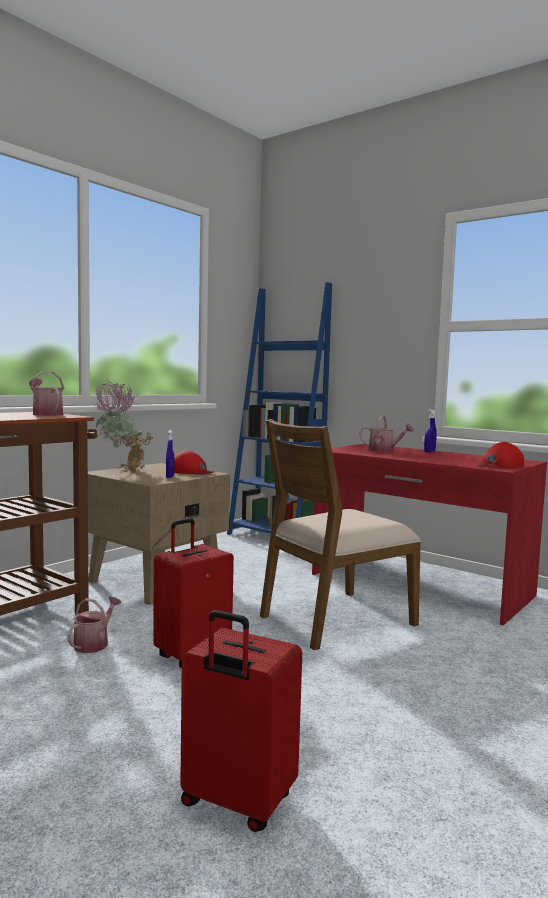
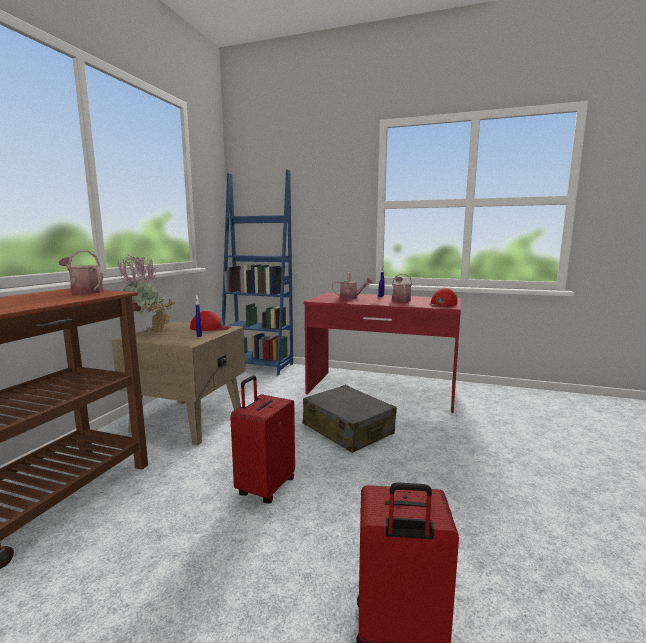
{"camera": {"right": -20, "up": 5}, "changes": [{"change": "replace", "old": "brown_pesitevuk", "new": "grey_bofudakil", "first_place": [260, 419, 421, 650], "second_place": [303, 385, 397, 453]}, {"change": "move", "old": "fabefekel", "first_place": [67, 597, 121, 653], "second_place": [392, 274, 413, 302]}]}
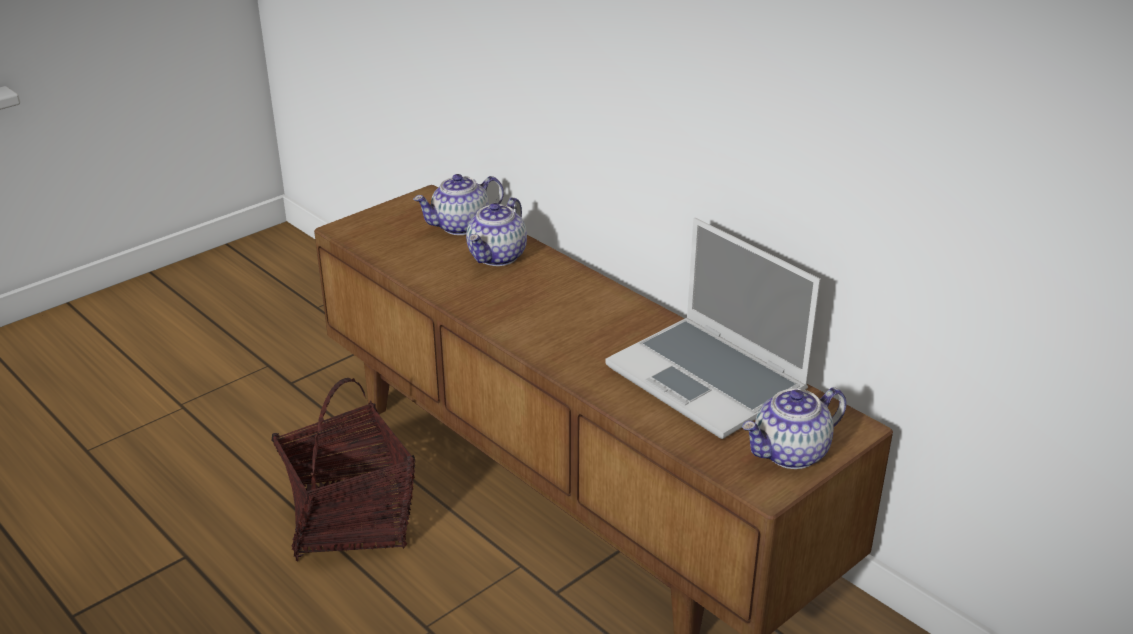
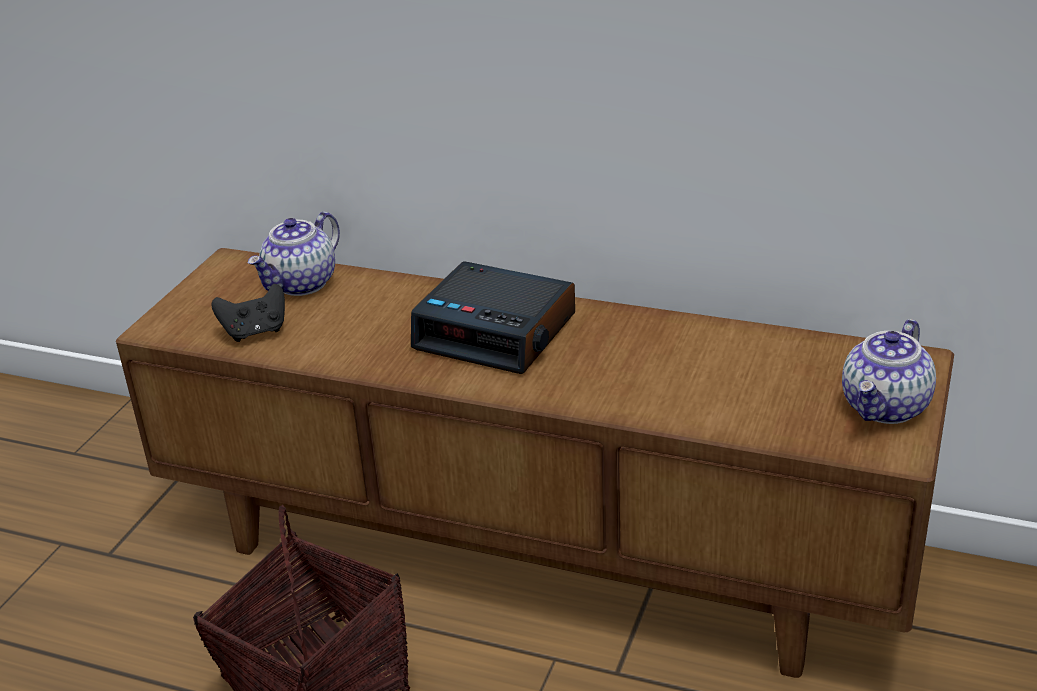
{"camera": {"right": -25, "up": 0}, "changes": [{"change": "delete", "old": "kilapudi", "first_place": [466, 197, 527, 266]}, {"change": "delete", "old": "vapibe", "first_place": [606, 218, 821, 439]}, {"change": "insert", "new": "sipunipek", "second_place": [411, 261, 575, 374]}, {"change": "insert", "new": "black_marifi", "second_place": [212, 284, 285, 342]}]}
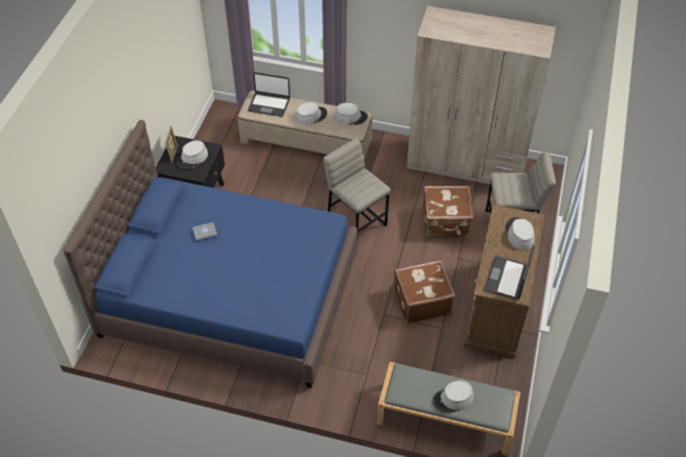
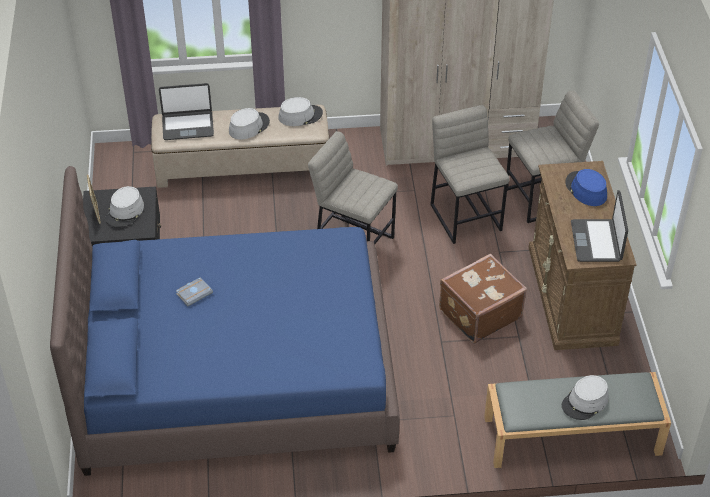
{"camera": {"right": -20, "up": -5}, "changes": [{"change": "replace", "old": "brown_bofudakil", "new": "grey_pesitevuk", "first_place": [423, 186, 473, 237], "second_place": [431, 105, 509, 244]}, {"change": "recolor", "old": "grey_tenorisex", "new": "blue_tenorisex", "first_place": [506, 217, 535, 250], "second_place": [565, 169, 607, 206]}]}
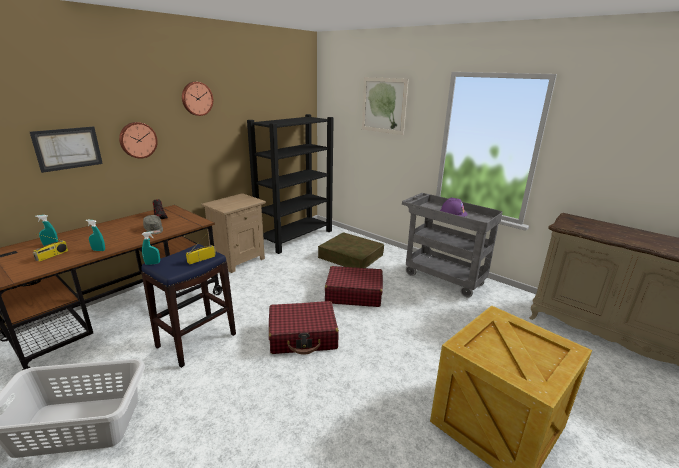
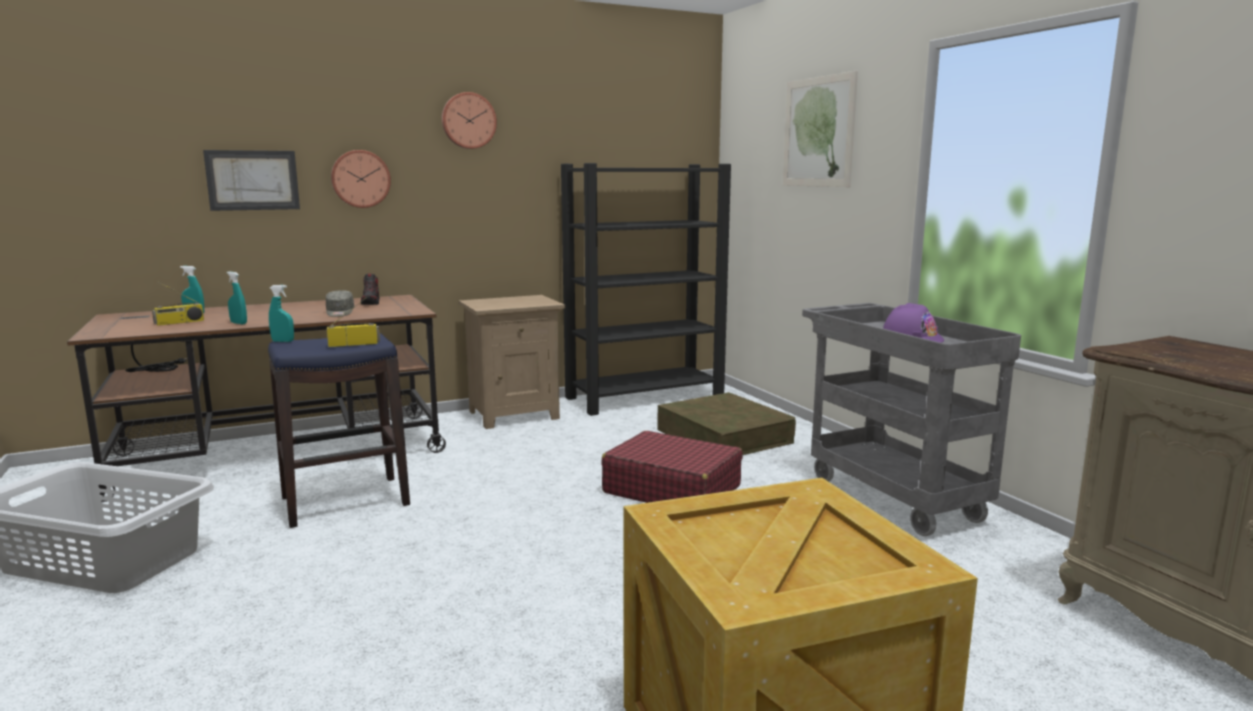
{"camera": {"right": 25, "up": -10}, "changes": [{"change": "delete", "old": "red_bofudakil", "first_place": [269, 301, 339, 355]}]}
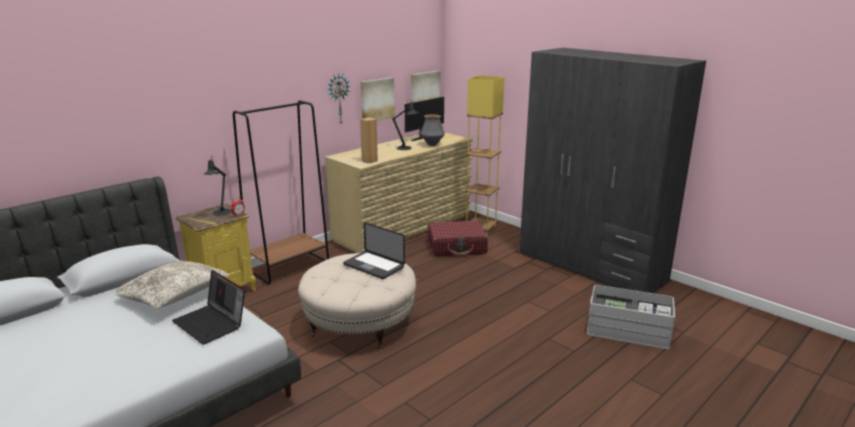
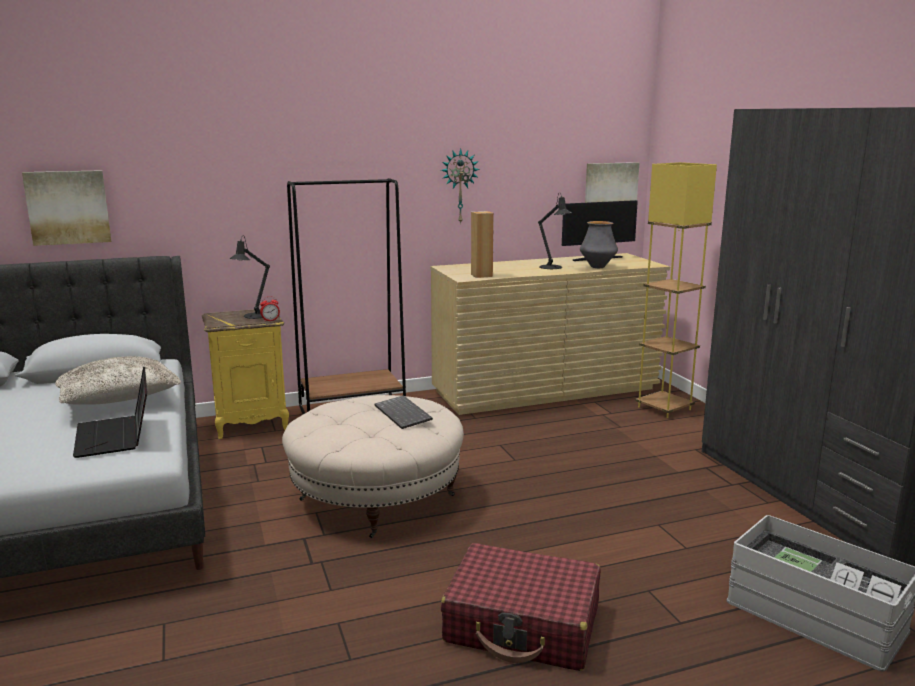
{"camera": {"right": 25, "up": -5}, "changes": [{"change": "move", "old": "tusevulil", "first_place": [361, 77, 395, 121], "second_place": [22, 170, 111, 246]}, {"change": "move", "old": "red_bofudakil", "first_place": [428, 220, 488, 256], "second_place": [440, 543, 601, 671]}, {"change": "replace", "old": "vapibe", "new": "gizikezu", "first_place": [343, 222, 405, 279], "second_place": [375, 395, 433, 429]}]}
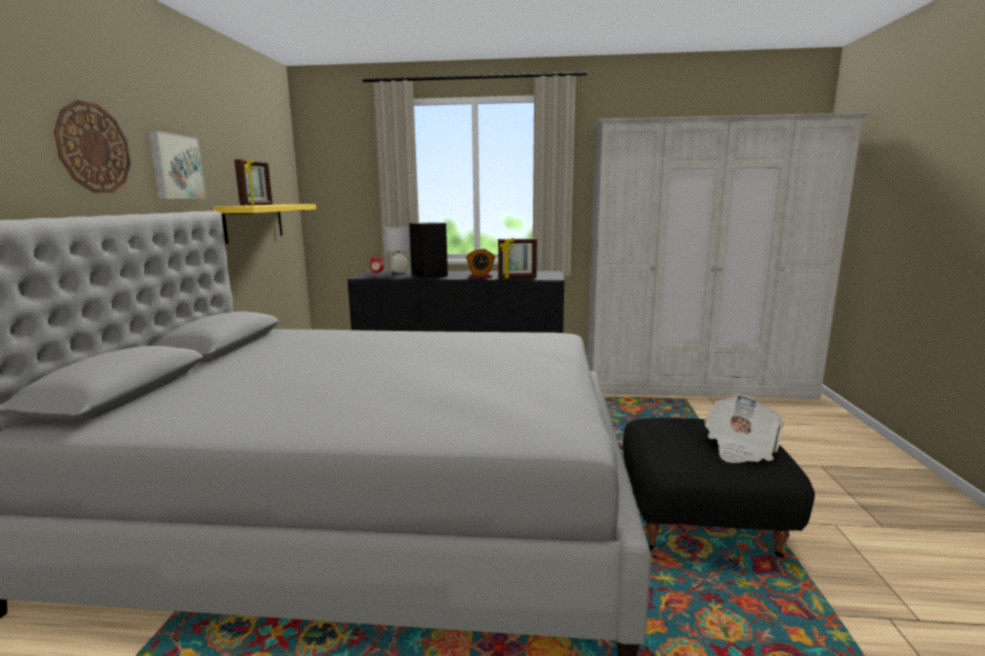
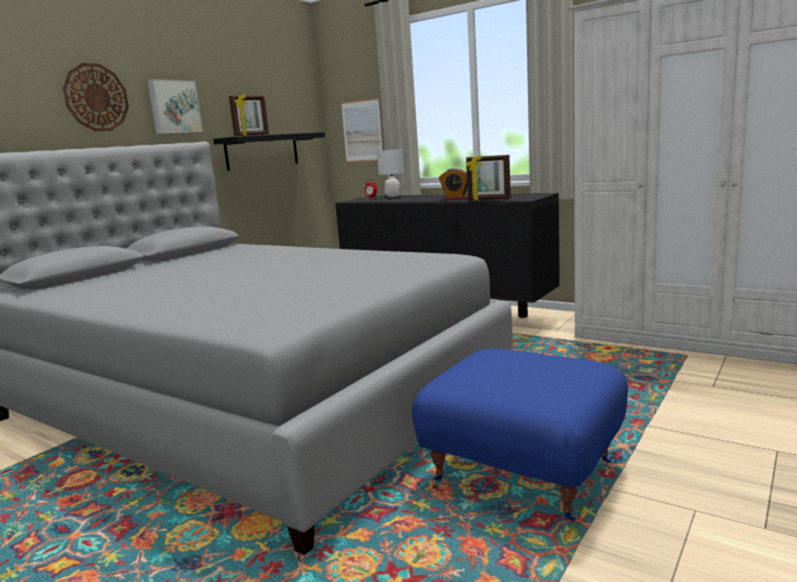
{"camera": {"right": 30, "up": 0}, "changes": [{"change": "recolor", "old": "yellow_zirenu", "new": "black_zirenu", "first_place": [213, 204, 316, 244], "second_place": [213, 132, 325, 171]}, {"change": "delete", "old": "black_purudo", "first_place": [409, 222, 448, 278]}, {"change": "delete", "old": "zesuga", "first_place": [704, 395, 784, 463]}, {"change": "recolor", "old": "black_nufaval", "new": "blue_nufaval", "first_place": [623, 418, 815, 557], "second_place": [412, 349, 628, 521]}, {"change": "insert", "new": "tusevulil", "second_place": [341, 98, 382, 162]}]}
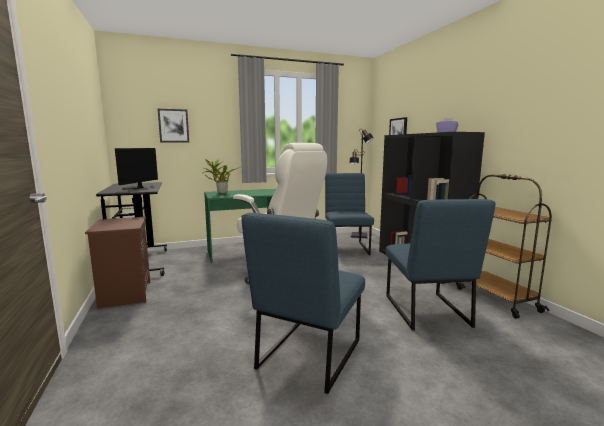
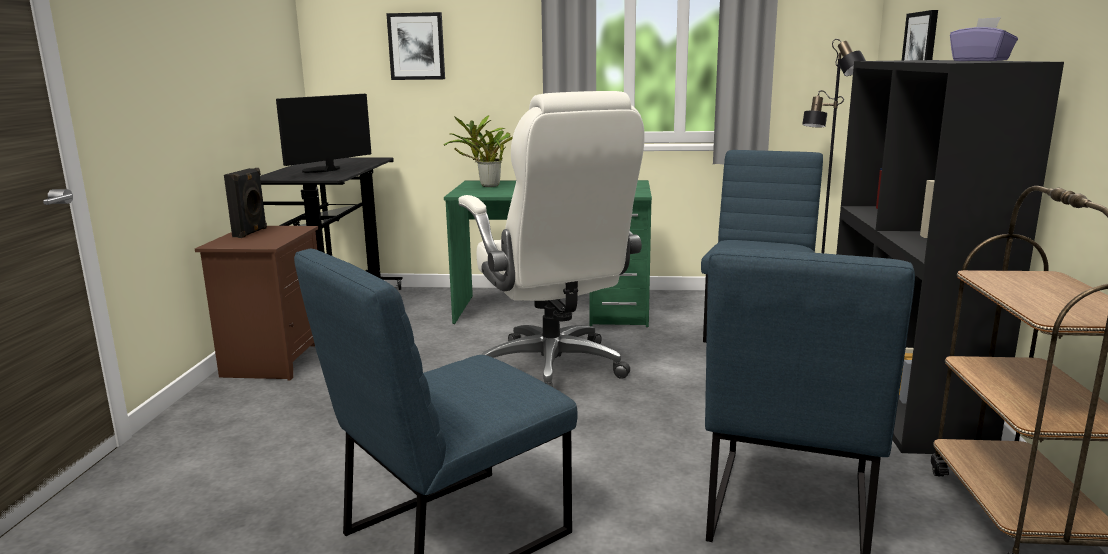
{"camera": {"right": 25, "up": 5}, "changes": [{"change": "insert", "new": "black_purudo", "second_place": [224, 168, 267, 238]}]}
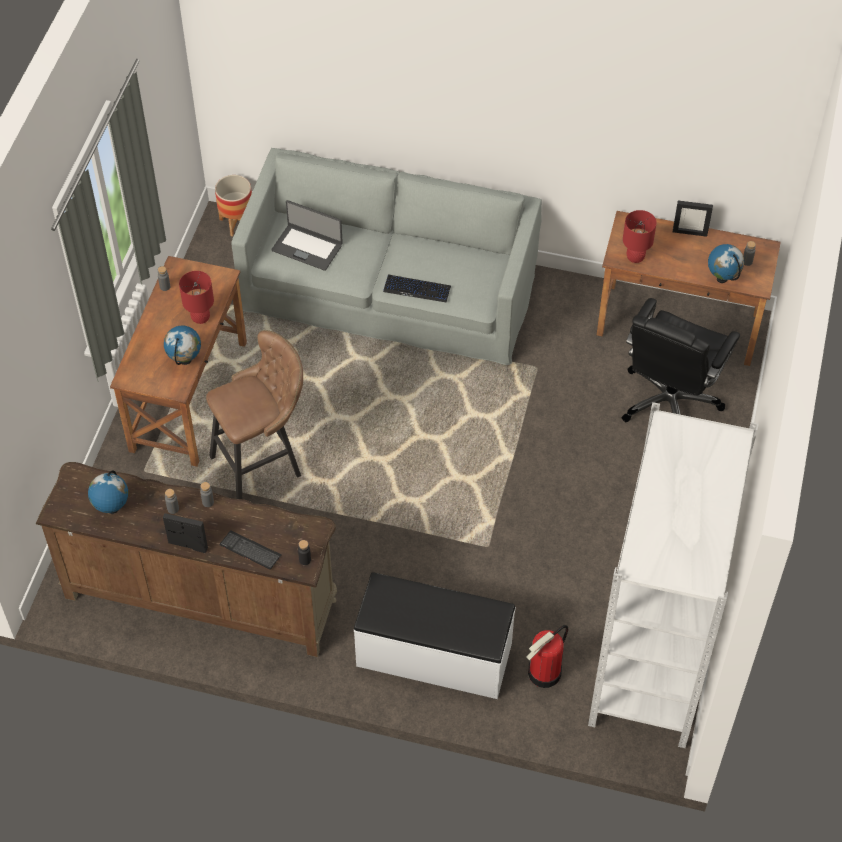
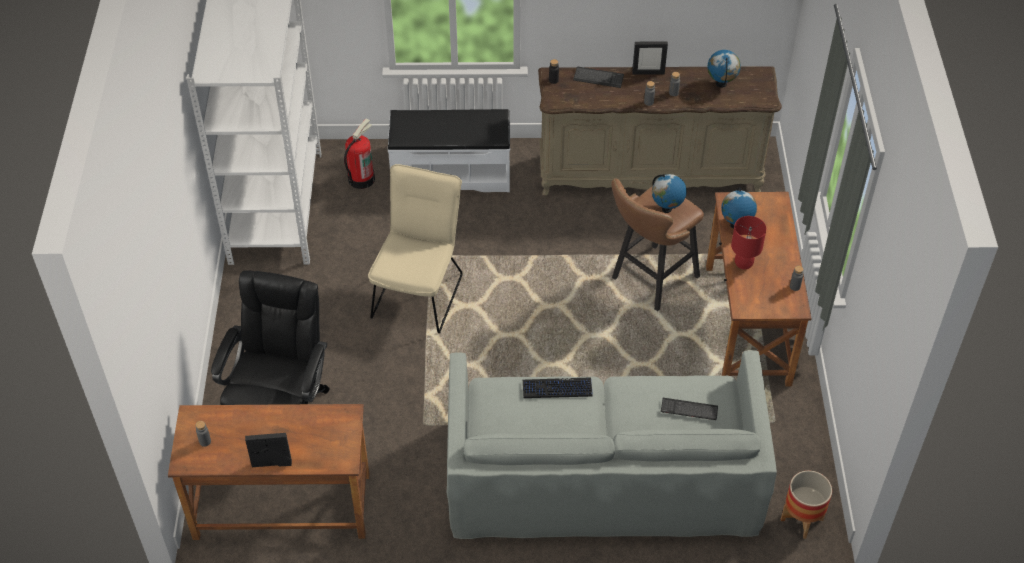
{"camera": {"right": 165, "up": -5}, "changes": [{"change": "replace", "old": "vapibe", "new": "gizikezu", "first_place": [271, 200, 343, 271], "second_place": [661, 398, 718, 420]}, {"change": "delete", "old": "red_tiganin", "first_place": [623, 210, 657, 263]}, {"change": "move", "old": "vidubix", "first_place": [708, 244, 744, 283], "second_place": [652, 174, 687, 213]}, {"change": "insert", "new": "beige_pesitevuk", "second_place": [368, 164, 462, 333]}]}
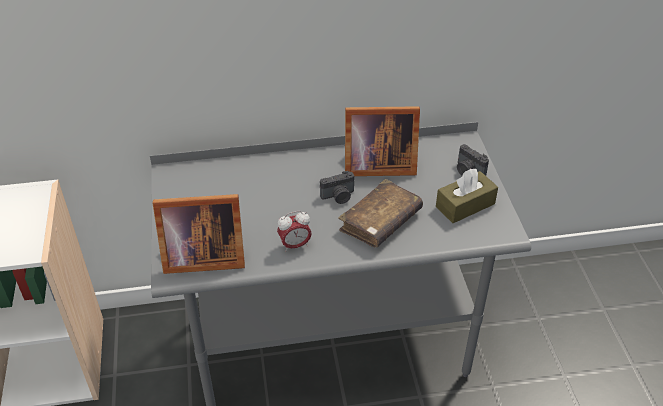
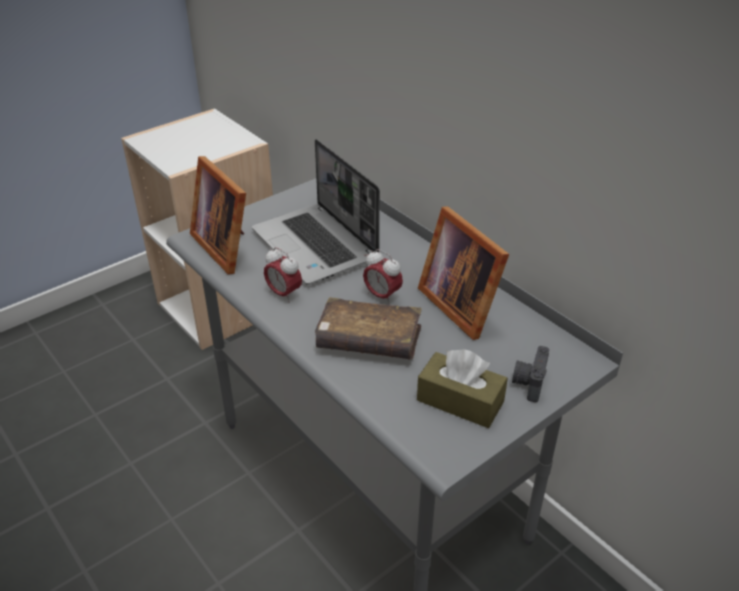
{"camera": {"right": 60, "up": -5}, "changes": [{"change": "replace", "old": "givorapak", "new": "sipunipek", "first_place": [320, 171, 354, 204], "second_place": [363, 249, 403, 305]}, {"change": "insert", "new": "vapibe", "second_place": [252, 139, 380, 285]}]}
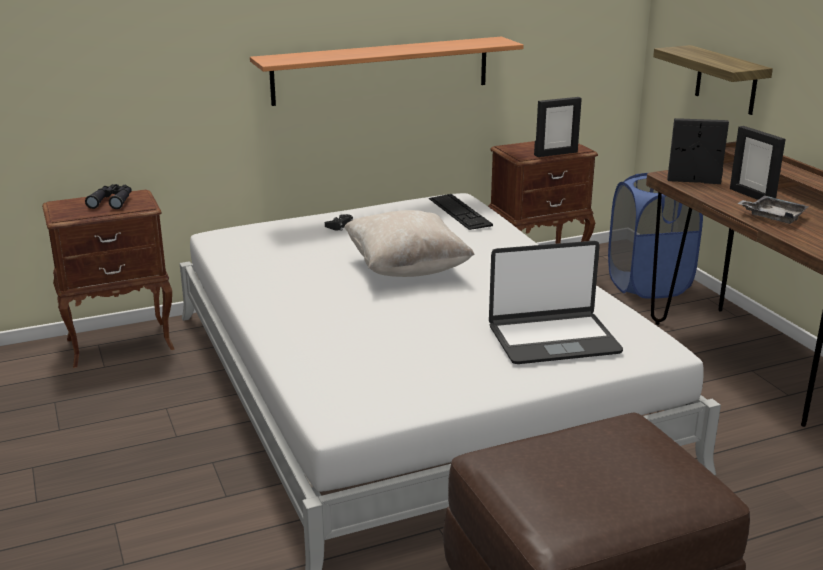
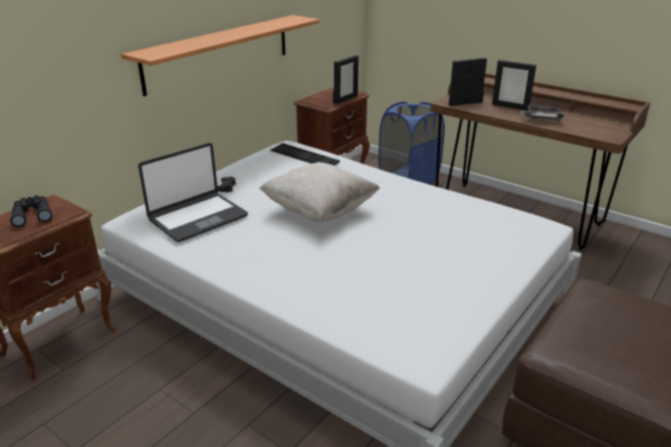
{"camera": {"right": -30, "up": 5}, "changes": [{"change": "delete", "old": "zirenu", "first_place": [653, 45, 773, 115]}, {"change": "move", "old": "vapibe", "first_place": [489, 241, 623, 364], "second_place": [138, 143, 248, 242]}]}
